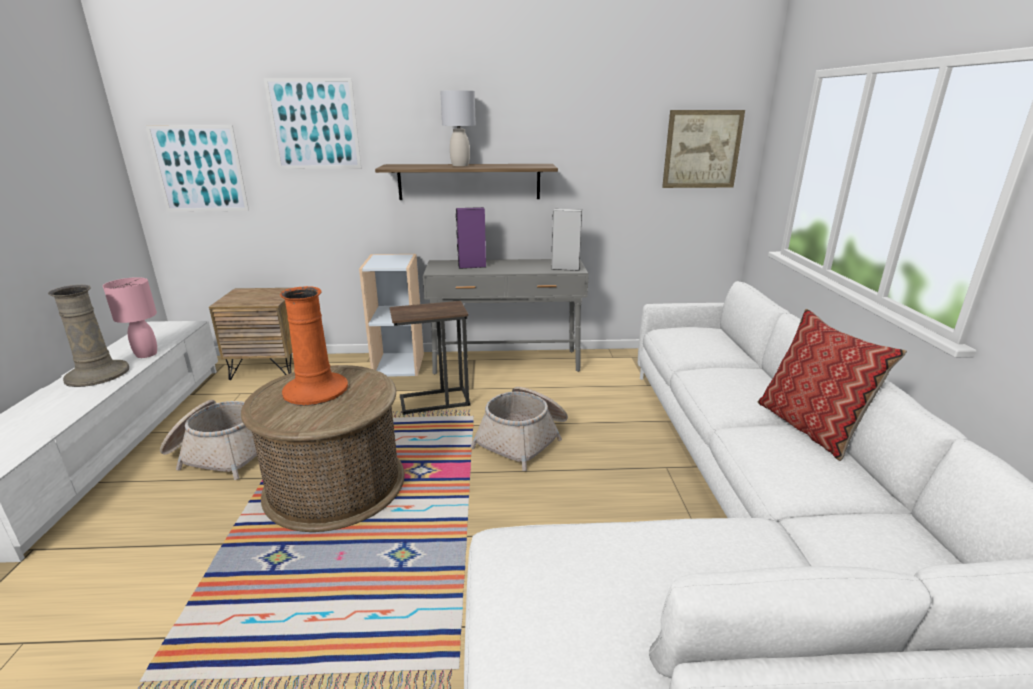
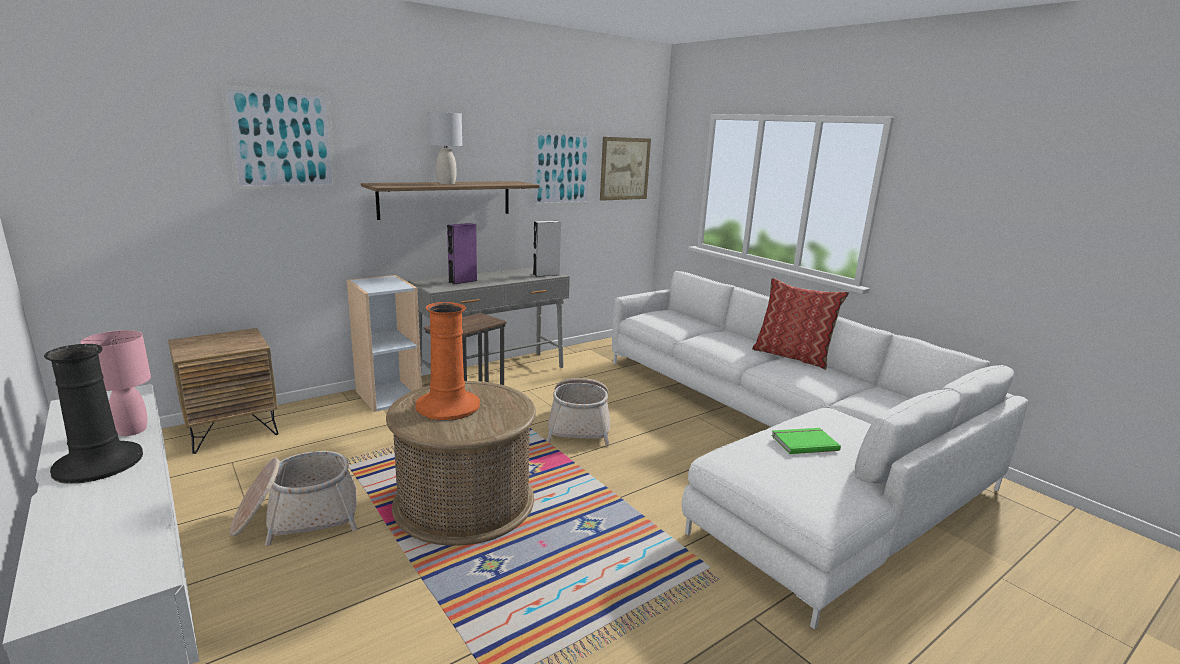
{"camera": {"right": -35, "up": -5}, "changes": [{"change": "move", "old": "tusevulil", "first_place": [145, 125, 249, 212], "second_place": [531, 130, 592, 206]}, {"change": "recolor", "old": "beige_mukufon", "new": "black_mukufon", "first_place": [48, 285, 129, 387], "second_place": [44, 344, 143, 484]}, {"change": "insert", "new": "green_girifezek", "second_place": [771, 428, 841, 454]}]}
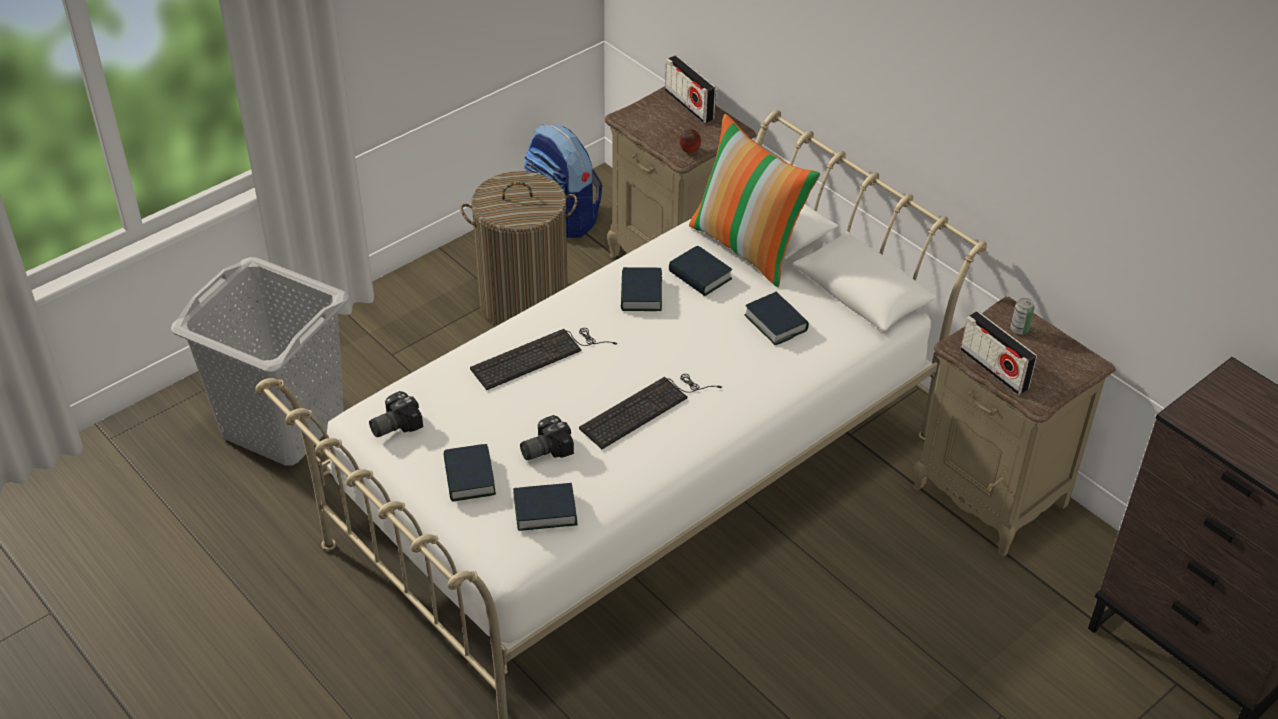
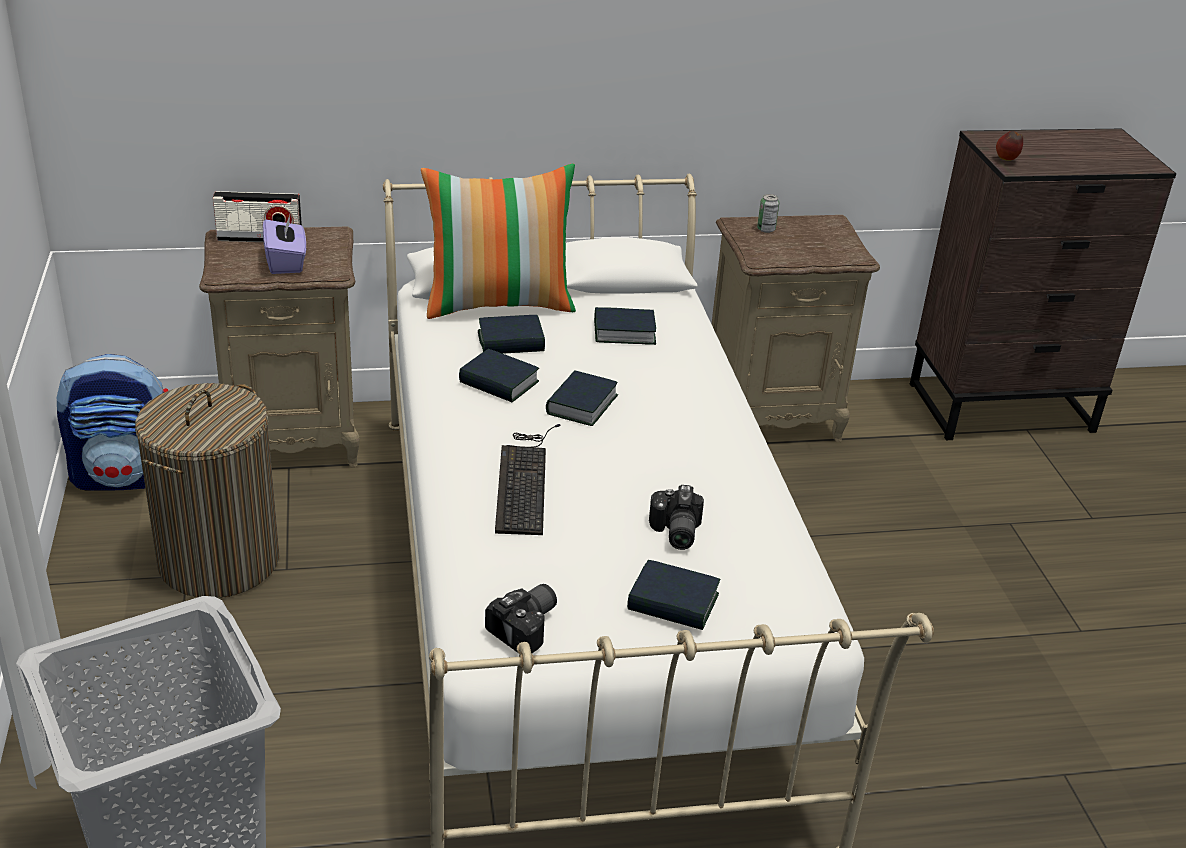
{"camera": {"right": -60, "up": -10}, "changes": [{"change": "move", "old": "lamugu", "first_place": [680, 129, 701, 153], "second_place": [996, 131, 1023, 161]}, {"change": "delete", "old": "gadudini", "first_place": [960, 311, 1037, 395]}, {"change": "delete", "old": "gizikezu", "first_place": [579, 374, 722, 449]}, {"change": "rotate", "old": "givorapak", "first_place": [369, 391, 423, 437], "second_place": [485, 584, 557, 653], "degrees": -135}, {"change": "move", "old": "girifezek", "first_place": [513, 483, 578, 531], "second_place": [546, 370, 618, 426]}, {"change": "insert", "new": "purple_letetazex", "second_place": [263, 215, 306, 274]}]}
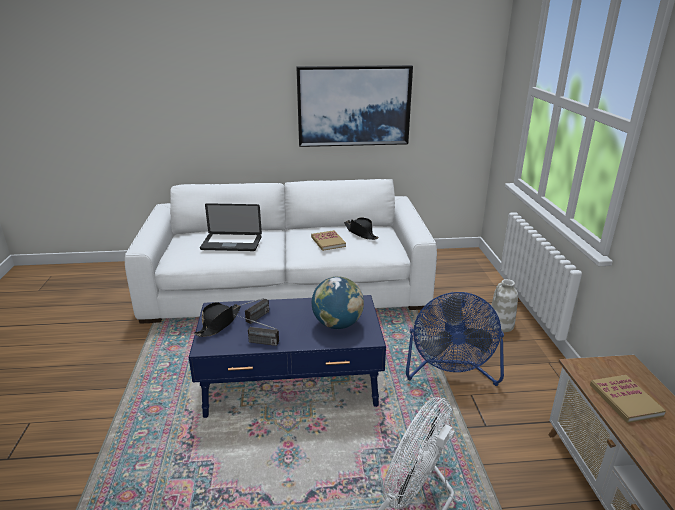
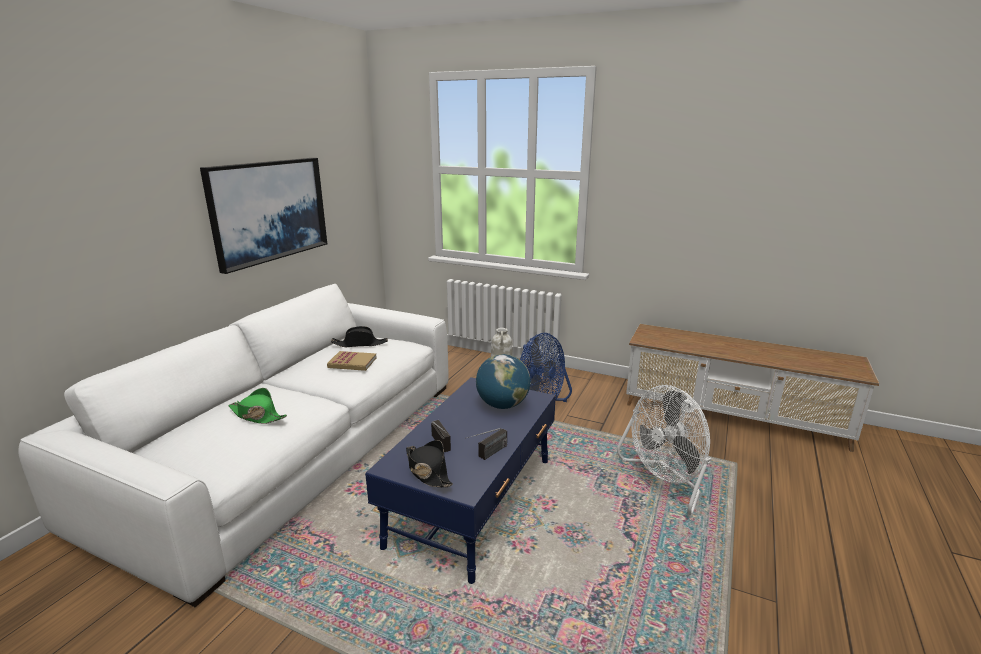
{"camera": {"right": -60, "up": -5}, "changes": [{"change": "replace", "old": "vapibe", "new": "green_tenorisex", "first_place": [200, 203, 262, 251], "second_place": [228, 388, 287, 424]}, {"change": "delete", "old": "girifezek", "first_place": [590, 375, 666, 423]}]}
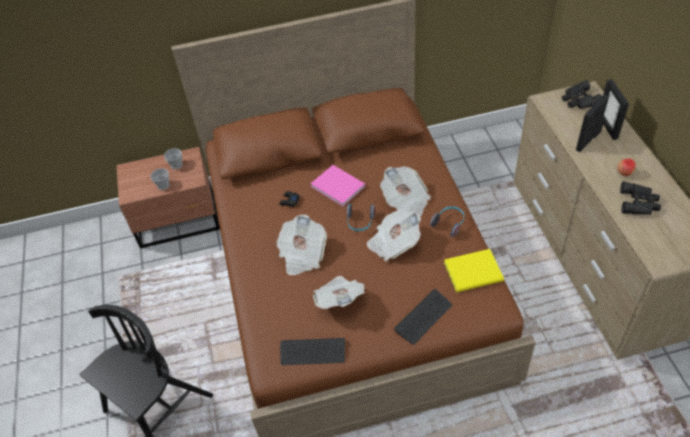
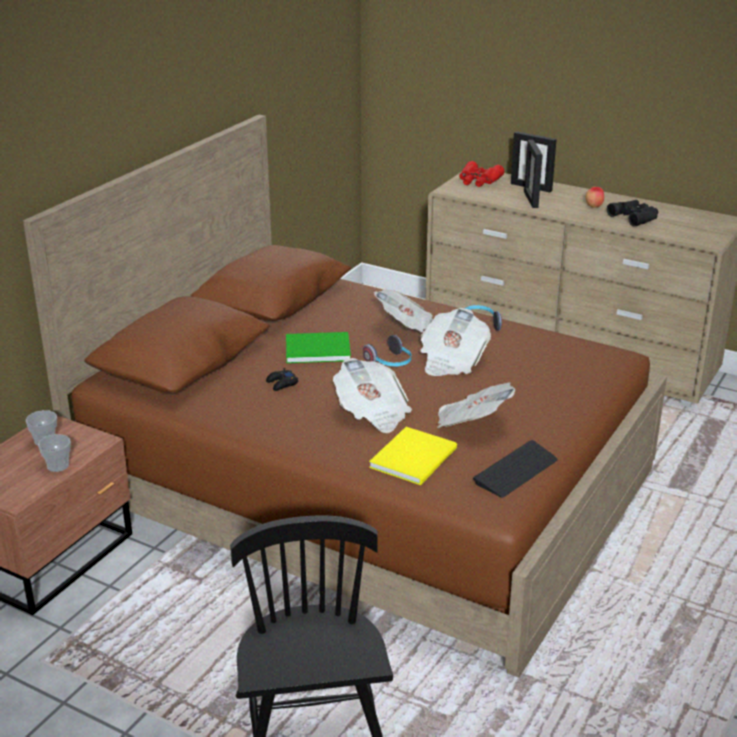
{"camera": {"right": -50, "up": -20}, "changes": [{"change": "recolor", "old": "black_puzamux", "new": "red_puzamux", "first_place": [562, 80, 602, 109], "second_place": [459, 161, 504, 187]}, {"change": "recolor", "old": "pink_girifezek", "new": "green_girifezek", "first_place": [311, 165, 366, 206], "second_place": [286, 332, 351, 363]}, {"change": "move", "old": "yellow_girifezek", "first_place": [444, 249, 504, 292], "second_place": [369, 427, 457, 485]}, {"change": "delete", "old": "gizikezu", "first_place": [394, 289, 452, 345]}]}
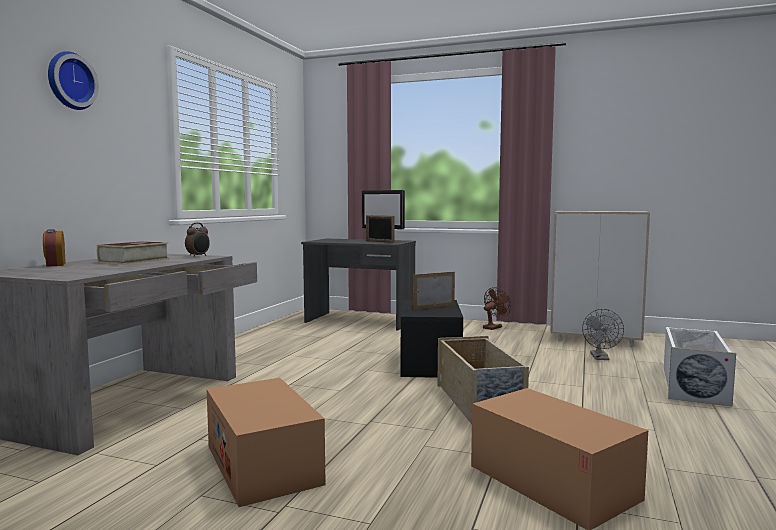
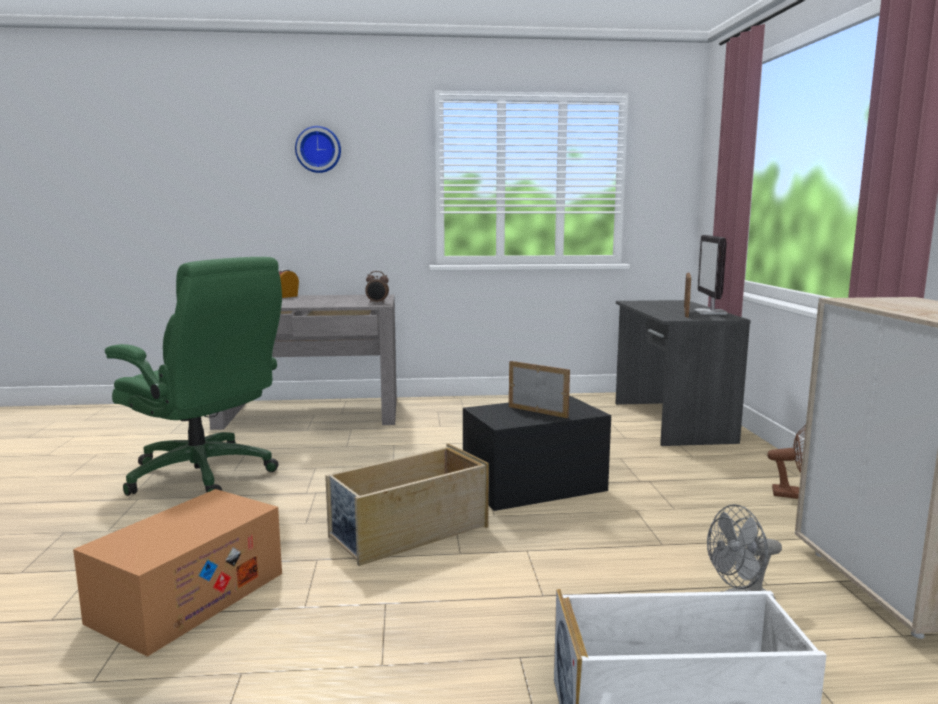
{"camera": {"right": 65, "up": 5}, "changes": [{"change": "delete", "old": "girifezek", "first_place": [97, 241, 169, 265]}, {"change": "replace", "old": "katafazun", "new": "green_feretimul", "first_place": [207, 378, 326, 507], "second_place": [105, 257, 282, 496]}]}
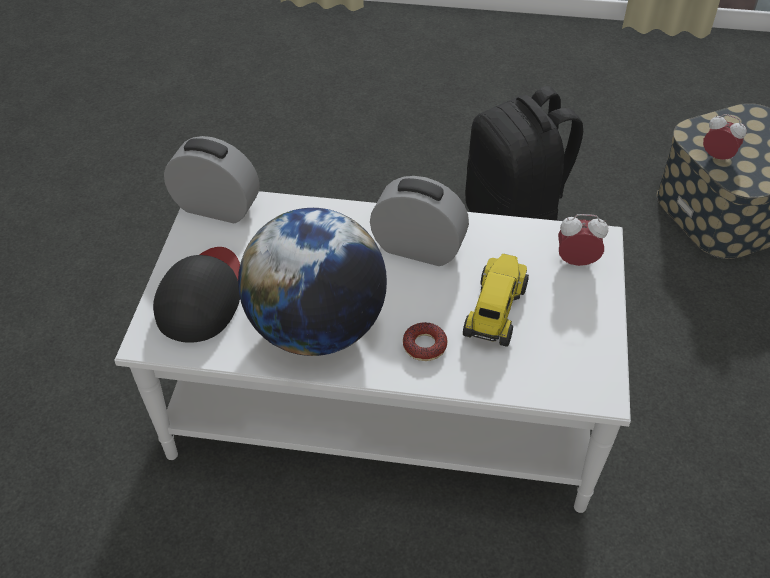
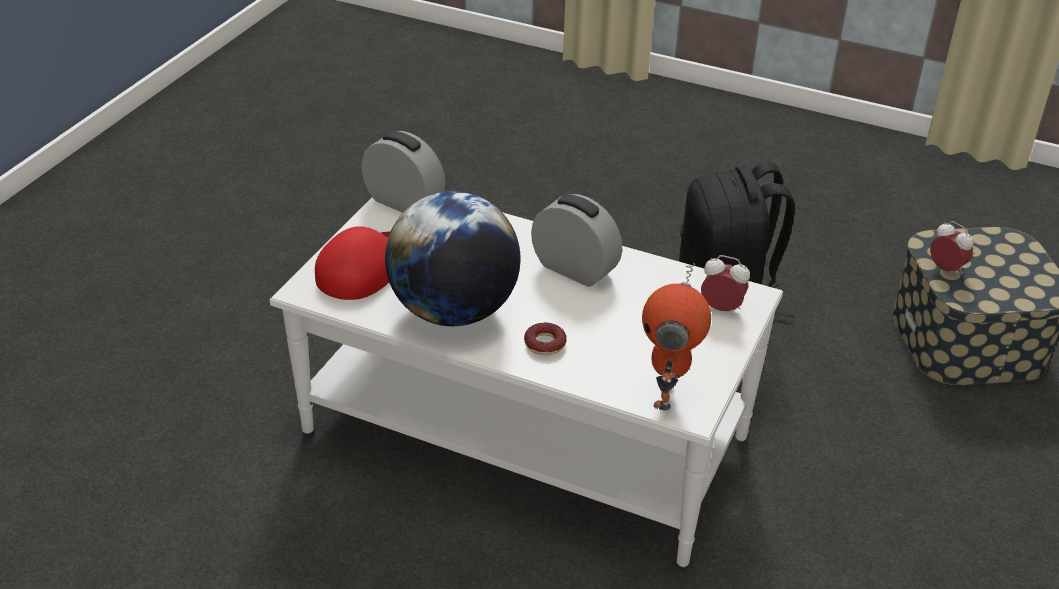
{"camera": {"right": 15, "up": -10}, "changes": [{"change": "recolor", "old": "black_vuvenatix", "new": "red_vuvenatix", "first_place": [153, 247, 240, 343], "second_place": [315, 226, 390, 300]}, {"change": "delete", "old": "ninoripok", "first_place": [463, 254, 529, 347]}, {"change": "insert", "new": "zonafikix", "second_place": [642, 263, 711, 411]}]}
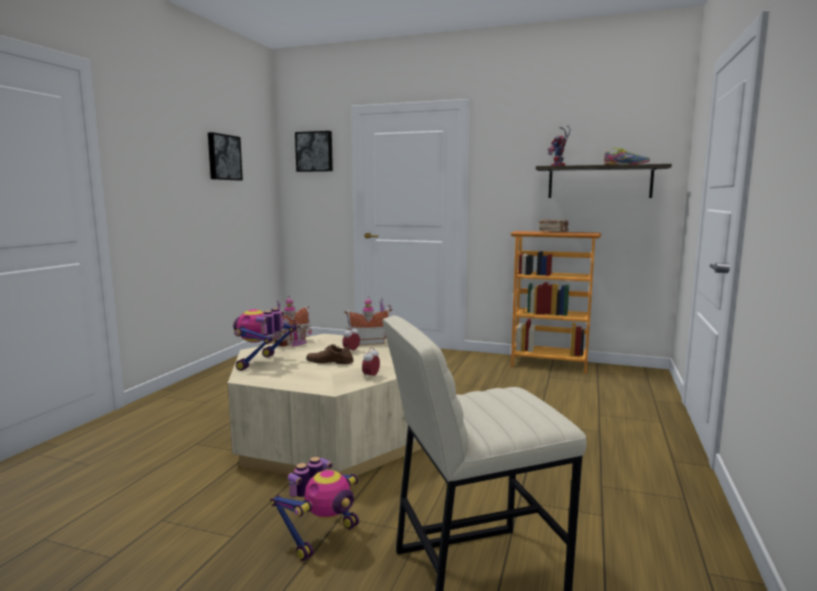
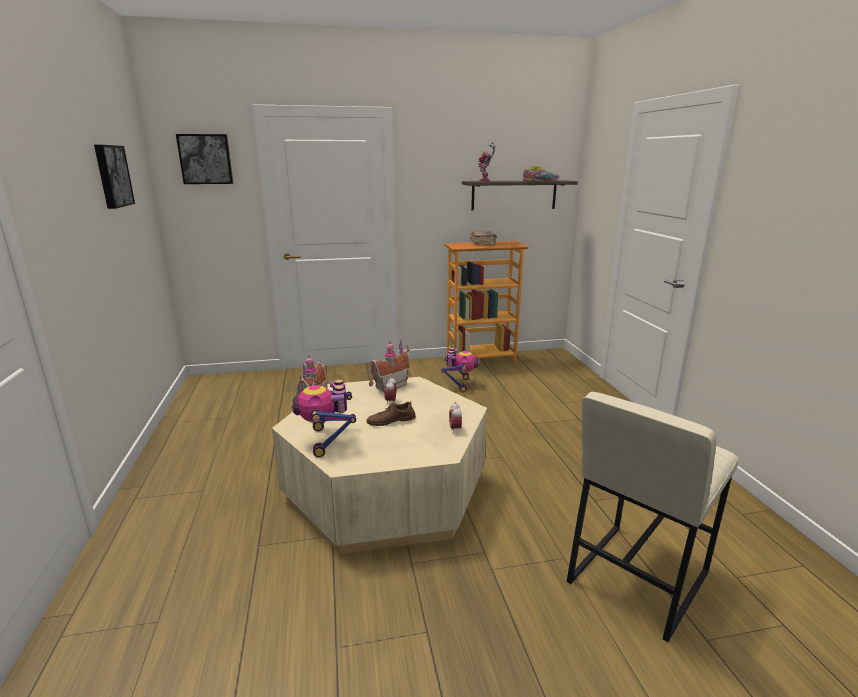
{"camera": {"right": -30, "up": 10}, "changes": [{"change": "move", "old": "zonafikix", "first_place": [270, 457, 359, 561], "second_place": [441, 348, 479, 392]}]}
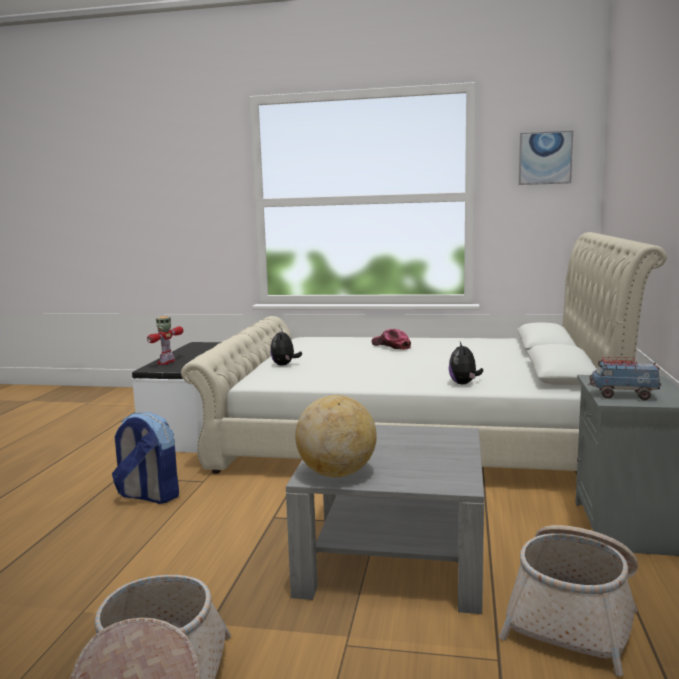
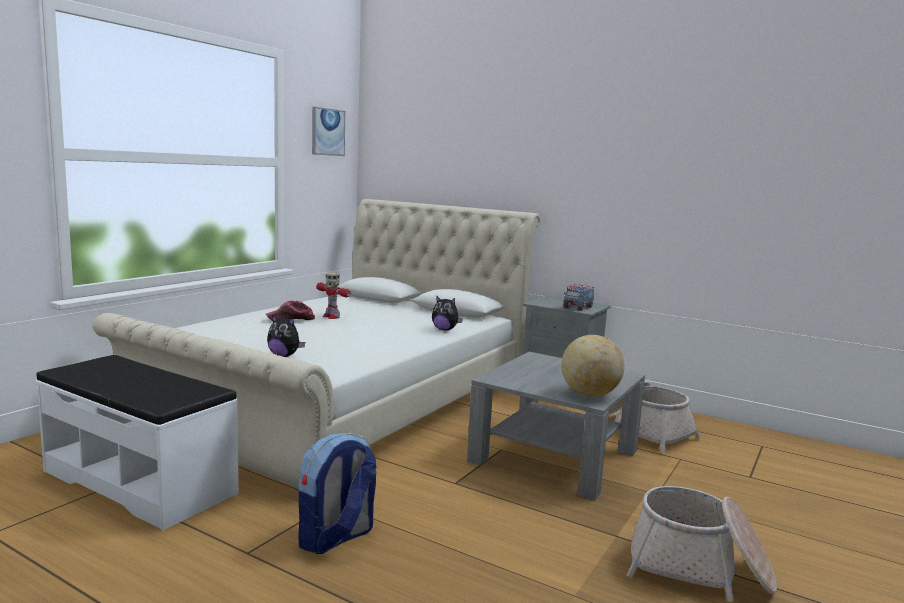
{"camera": {"right": -70, "up": 0}, "changes": [{"change": "move", "old": "zonafikix", "first_place": [147, 316, 183, 365], "second_place": [316, 272, 351, 319]}]}
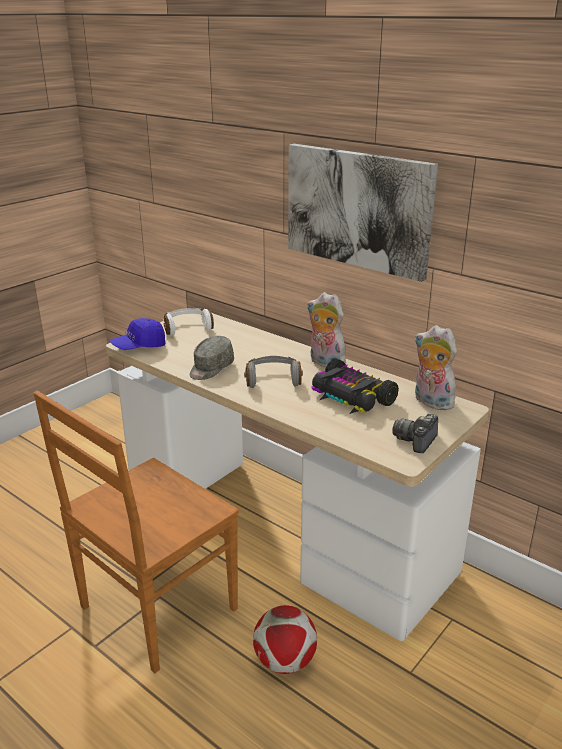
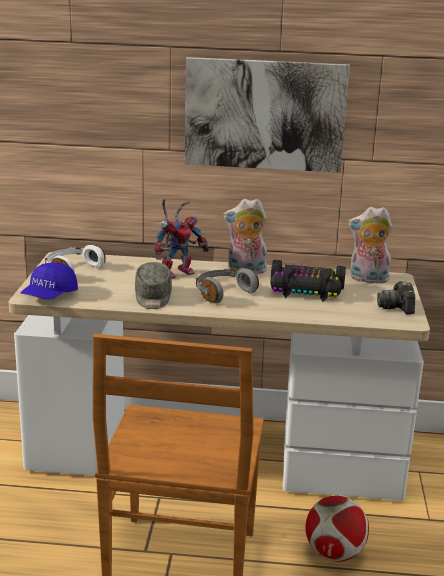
{"camera": {"right": -35, "up": -5}, "changes": [{"change": "insert", "new": "zonafikix", "second_place": [155, 198, 209, 279]}]}
